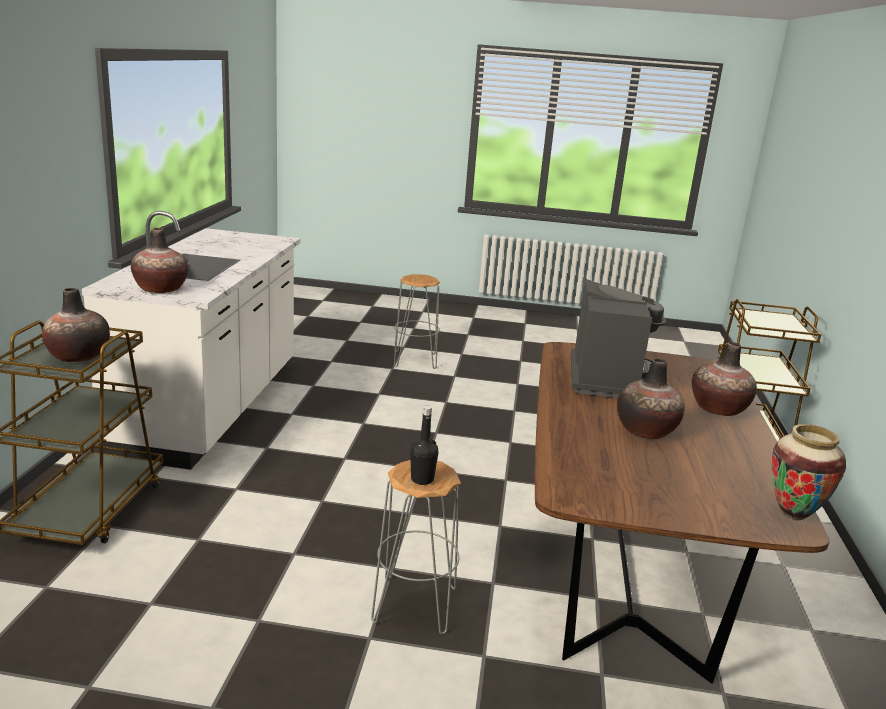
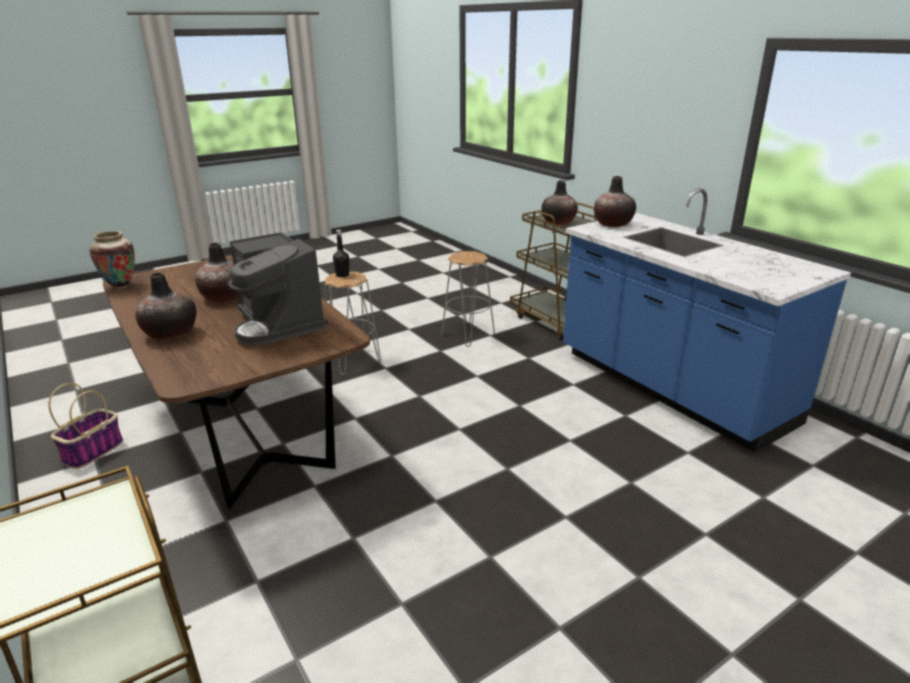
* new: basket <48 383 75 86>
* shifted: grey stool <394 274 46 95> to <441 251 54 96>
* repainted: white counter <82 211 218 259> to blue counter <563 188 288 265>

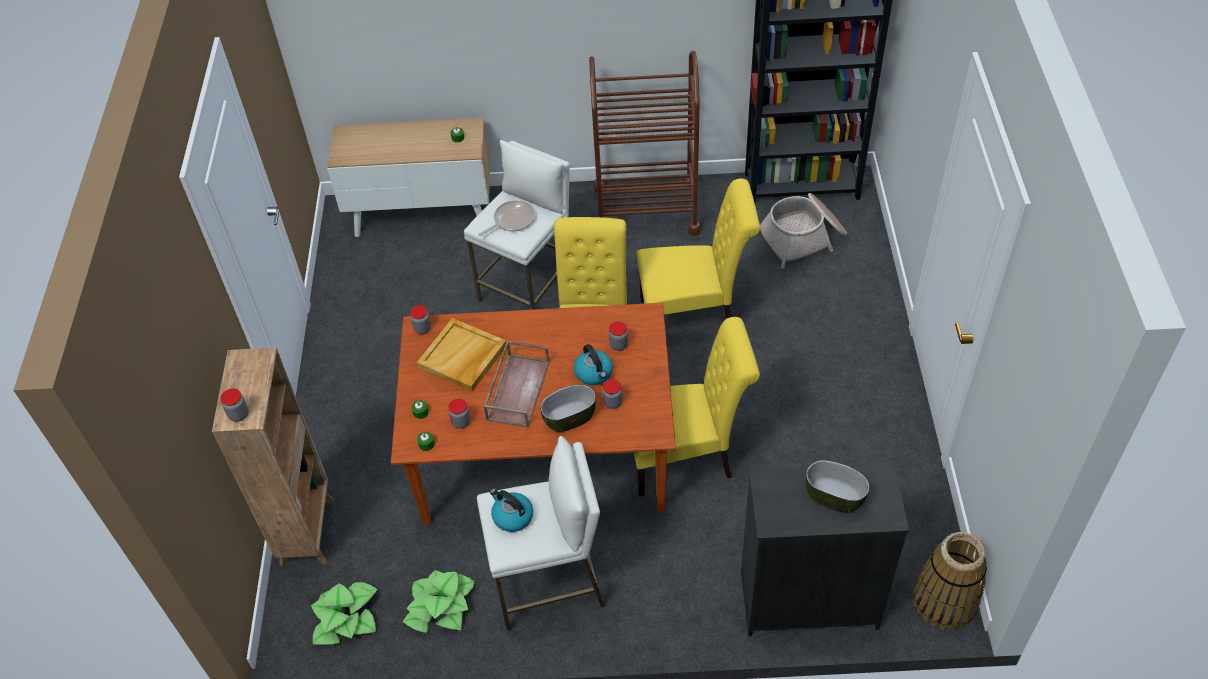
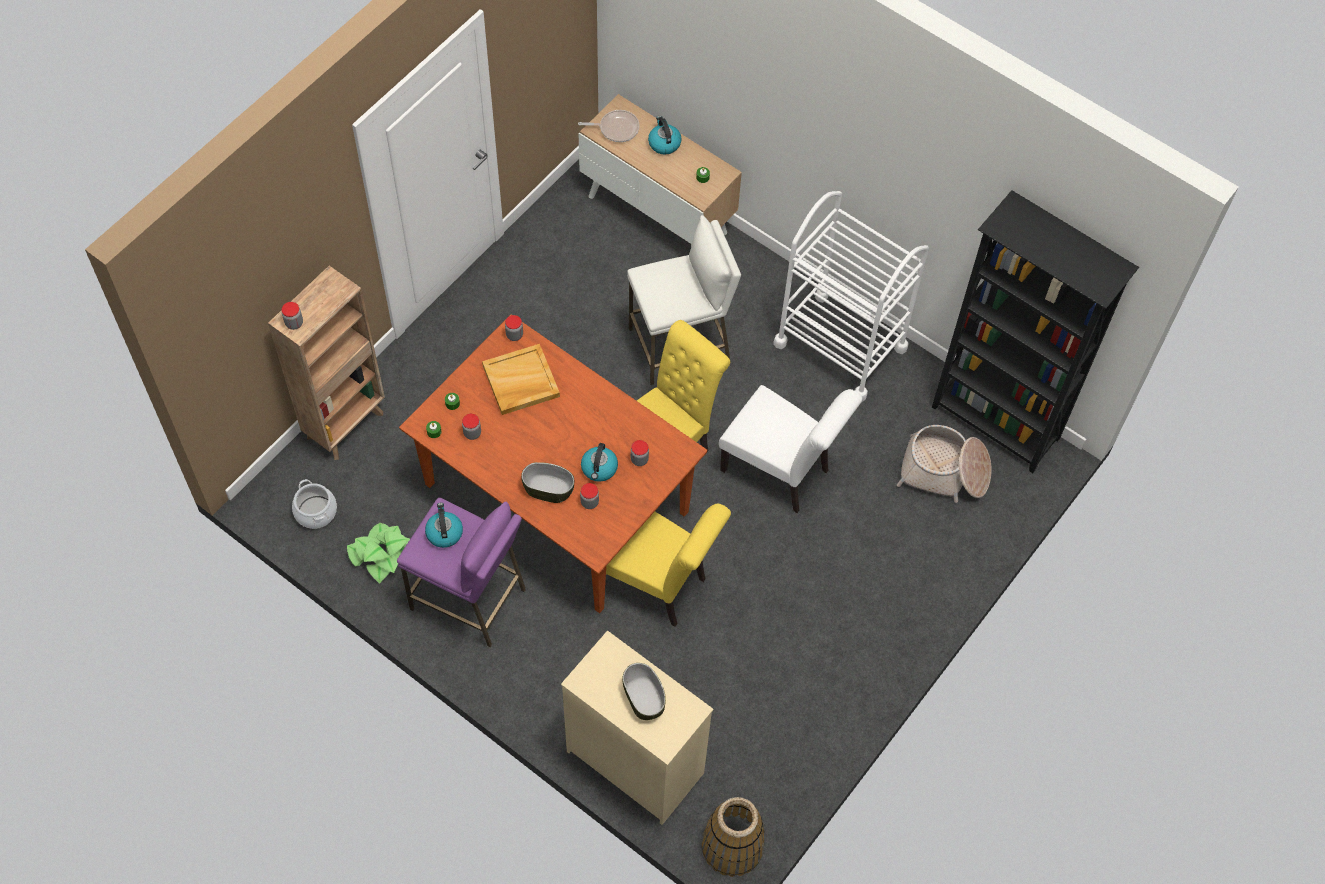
* gone: brown tray <484 341 66 87>
* new: kettle <648 116 34 39>
* shifted: frying pan <478 200 57 36> to <578 110 62 32>
* swapped: potted plant <311 582 67 63> to cooking pot <292 479 45 50>
* repainted: white stool <477 436 128 195> to purple stool <397 498 129 150>
* repainted: brown cart <589 51 112 185> to white cart <773 191 156 211>
* repainted: yellow chair <636 178 124 141> to white chair <719 385 143 128>
* repainted: black dresser <741 461 168 175> to beige dresser <561 631 152 194>

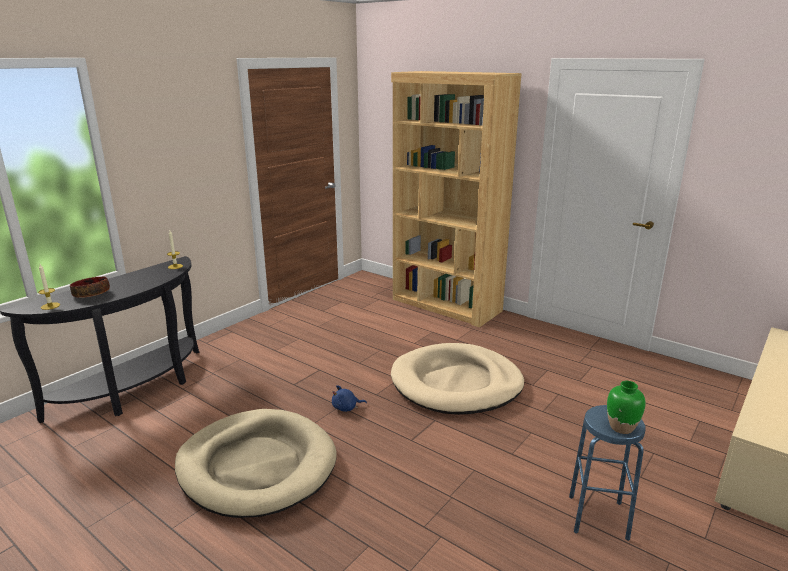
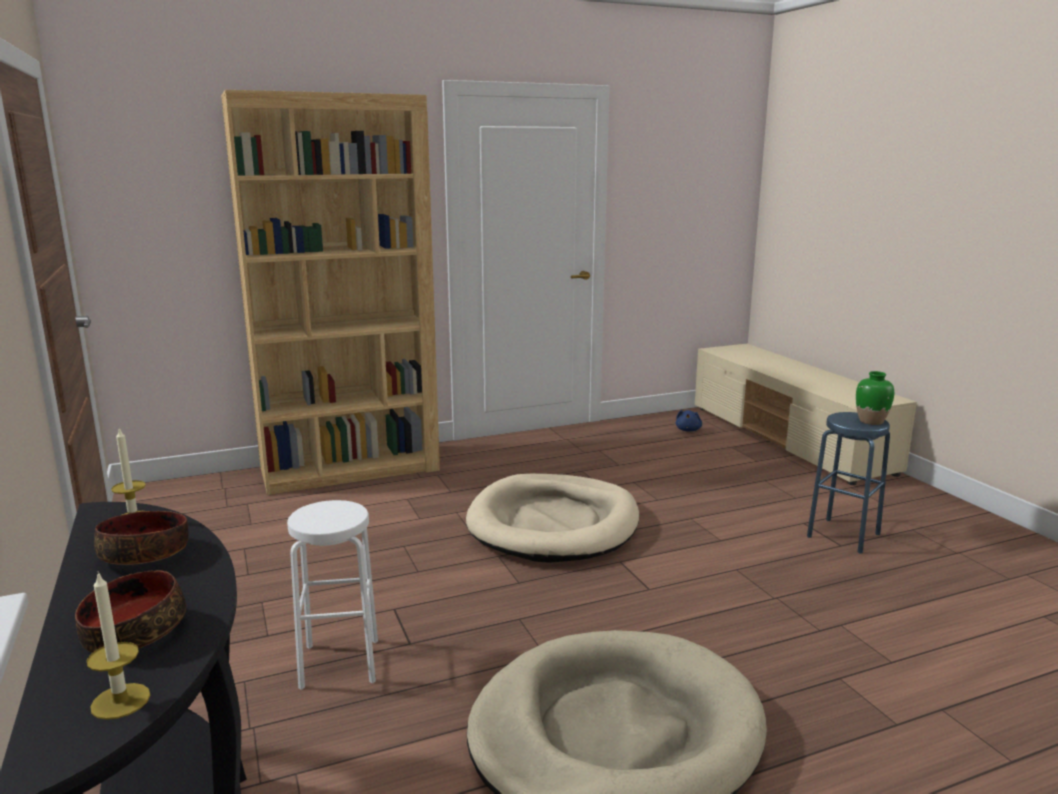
* new: bowl <94 511 94 54>
* new: white stool <287 500 91 190>
* shifted: blue plush toy <332 385 35 27> to <676 410 26 22>

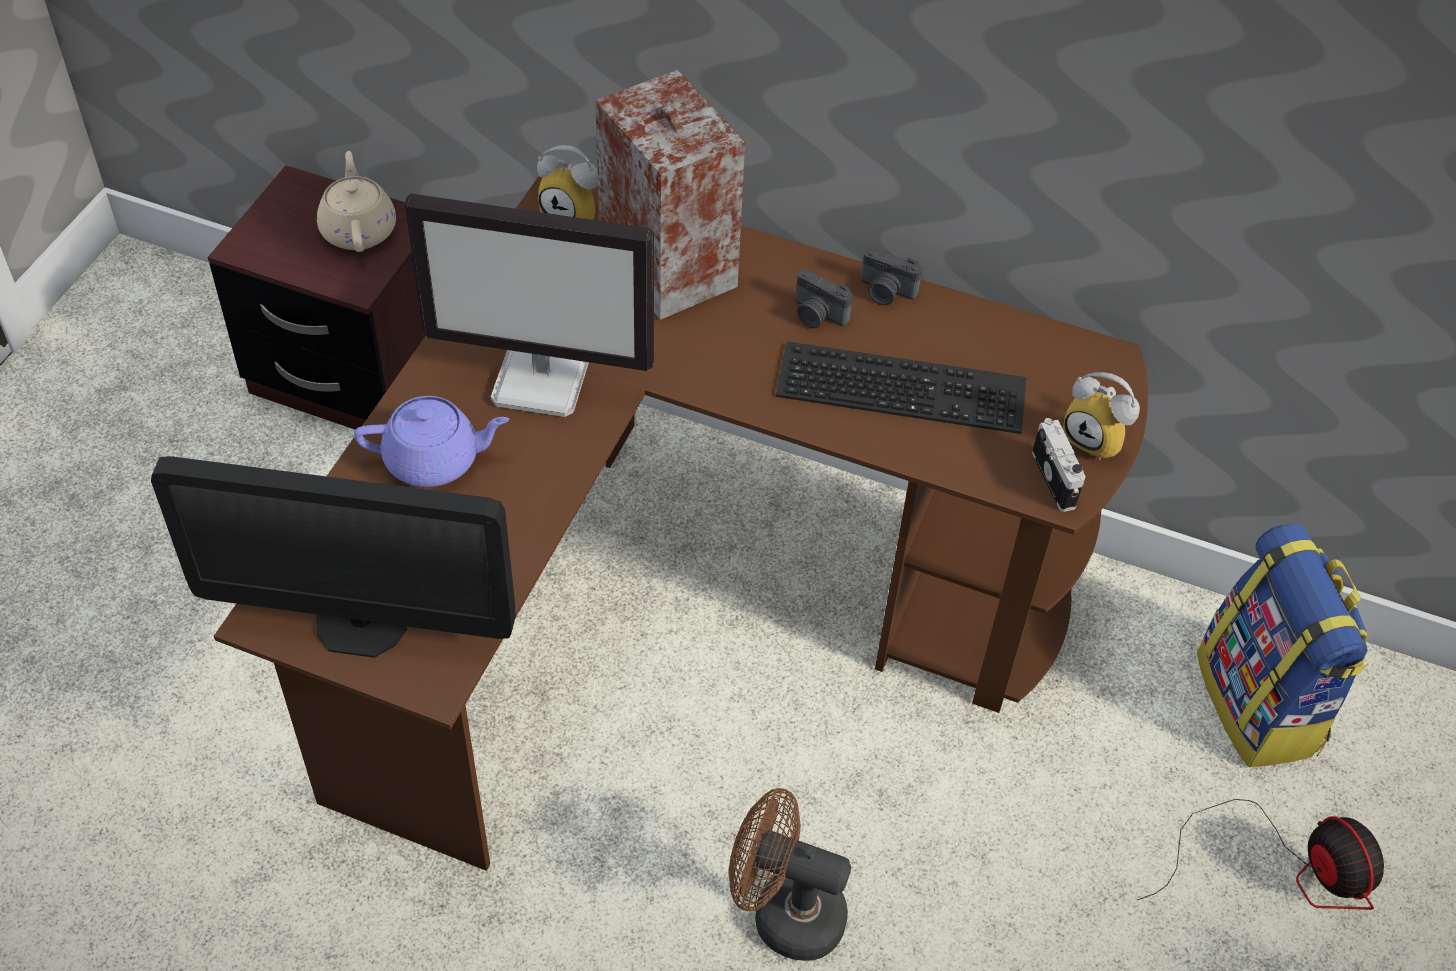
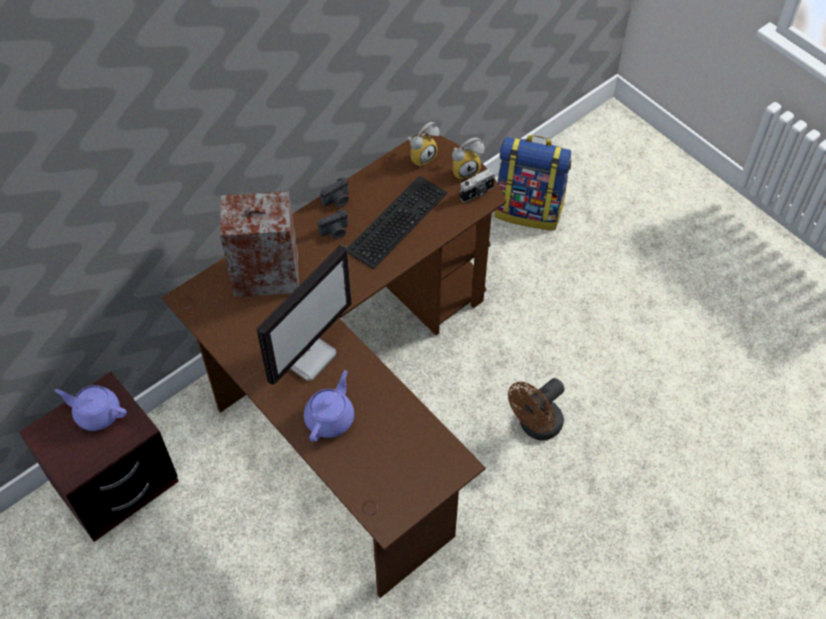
* gone: monitor <151 456 364 202>
* gone: fan <1137 799 247 111>
* shifted: alarm clock <537 145 61 75> to <407 122 32 45>
* repainted: beige teapot <317 151 79 101> to purple teapot <55 385 72 46>
* rotated: photo camera <1032 418 54 94> = <460 168 35 34> 135 degrees clockwise

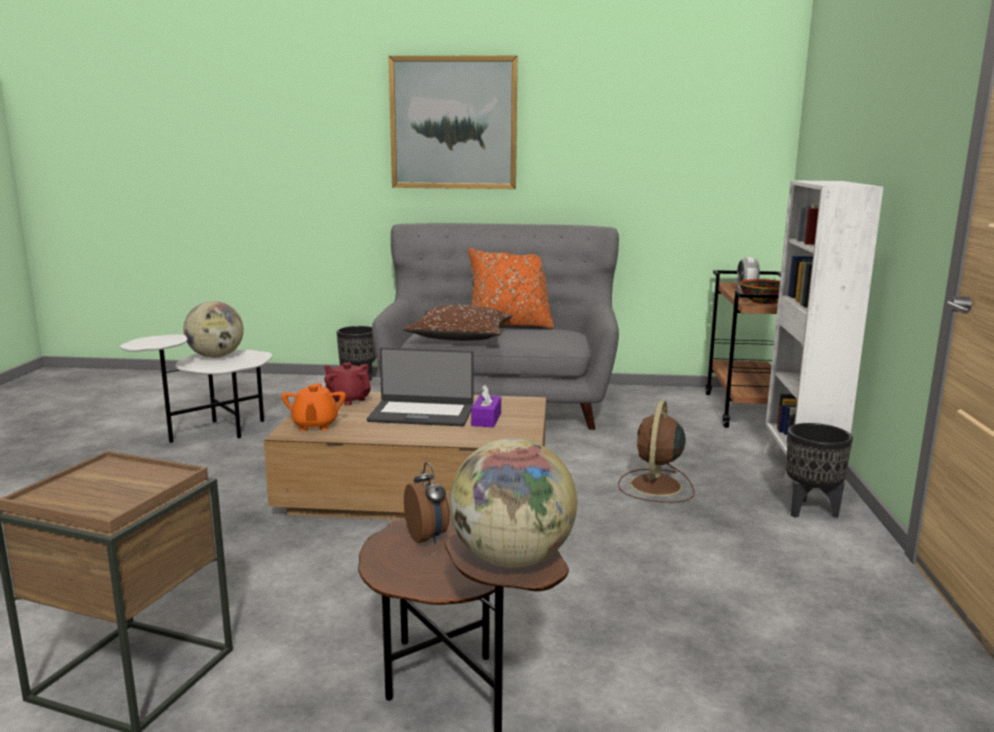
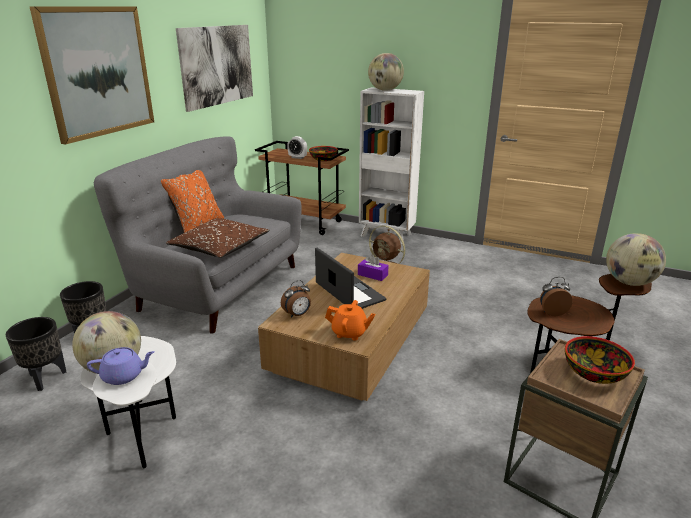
* new: purple teapot <87 347 67 38>
* new: picture <176 25 77 87>
* new: globe <368 53 36 38>
* new: bowl <565 336 70 48>
* shifted: black planter <786 423 67 95> to <6 317 60 74>
* swapped: red teapot <324 362 47 43> to alarm clock <281 280 30 38>
* rotated: laptop <367 347 106 79> = <315 248 71 61> 60 degrees counterclockwise

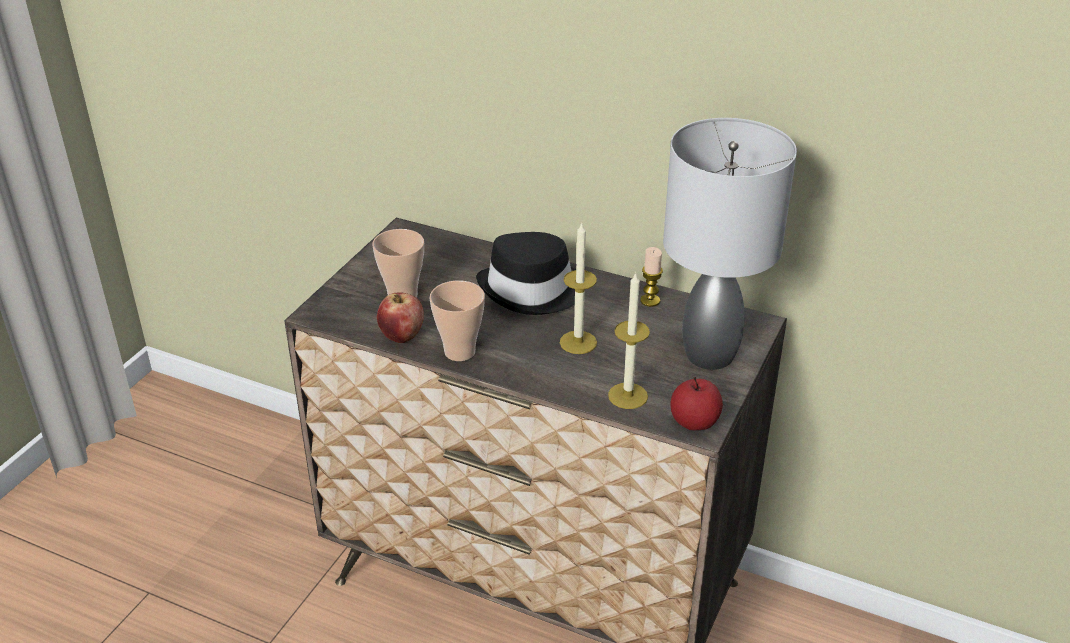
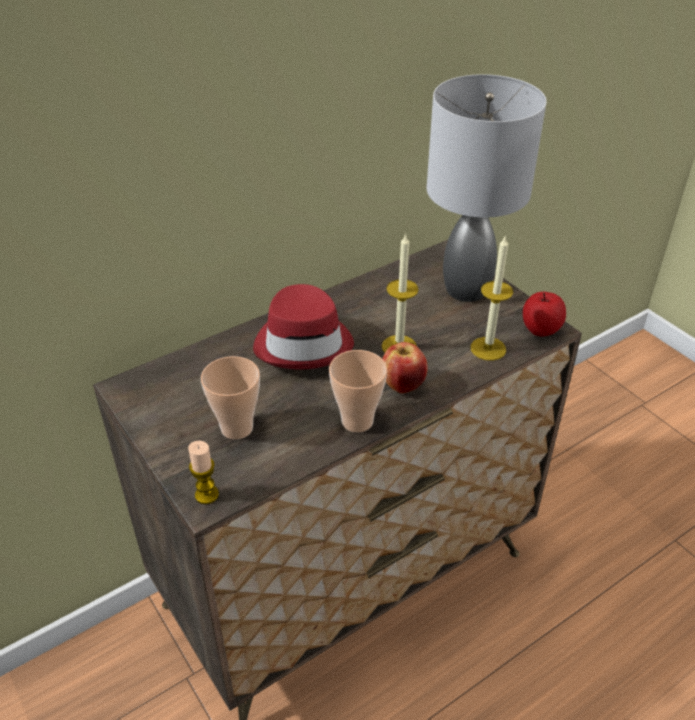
* shifted: apple <377 292 47 51> to <382 342 45 52>
* shifted: candle <640 247 23 60> to <188 441 31 63>
* repainted: black hat <476 232 110 83> to red hat <253 284 101 85>

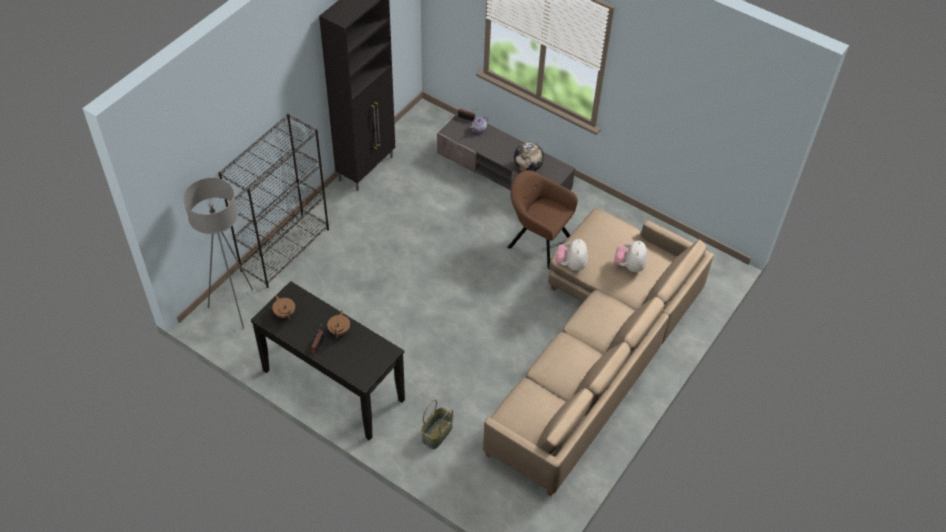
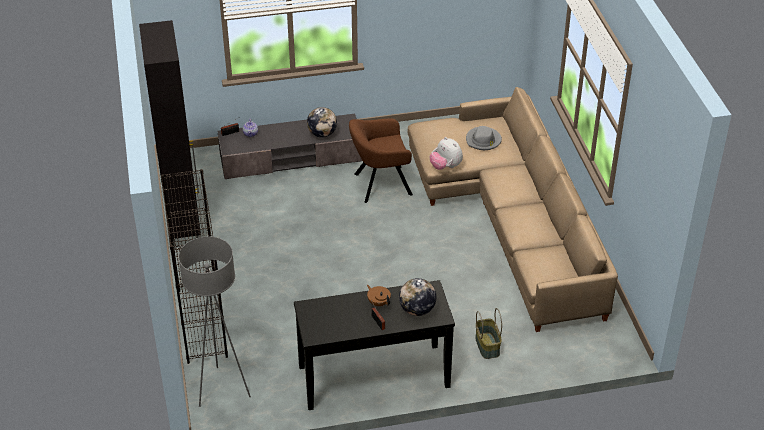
* gone: brown teapot <272 295 23 24>
* new: globe <399 278 37 38>
* swapped: plush toy <614 240 33 32> to grey hat <466 126 36 24>

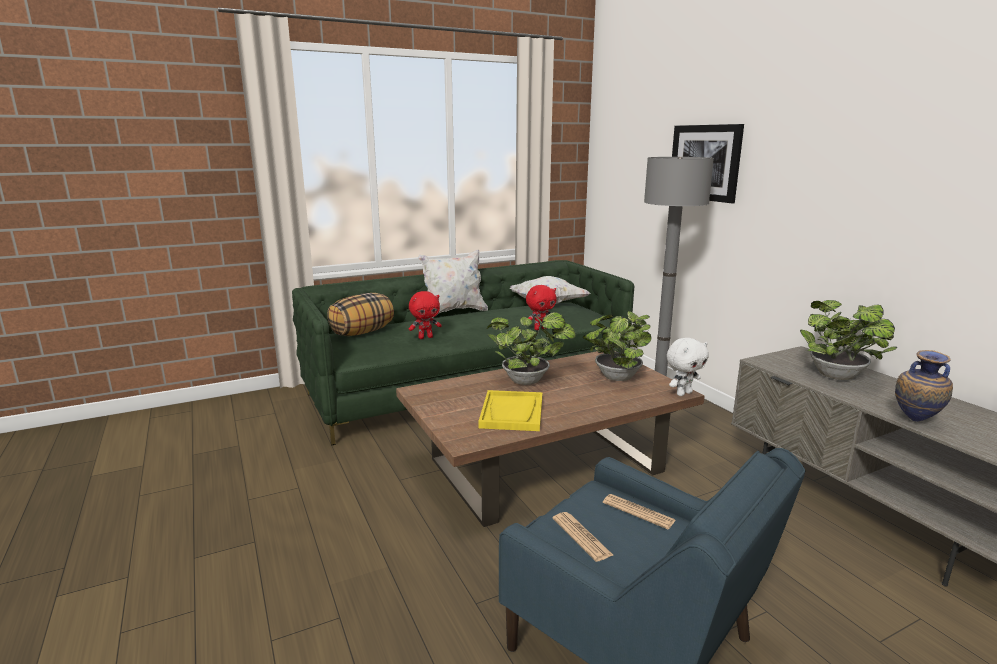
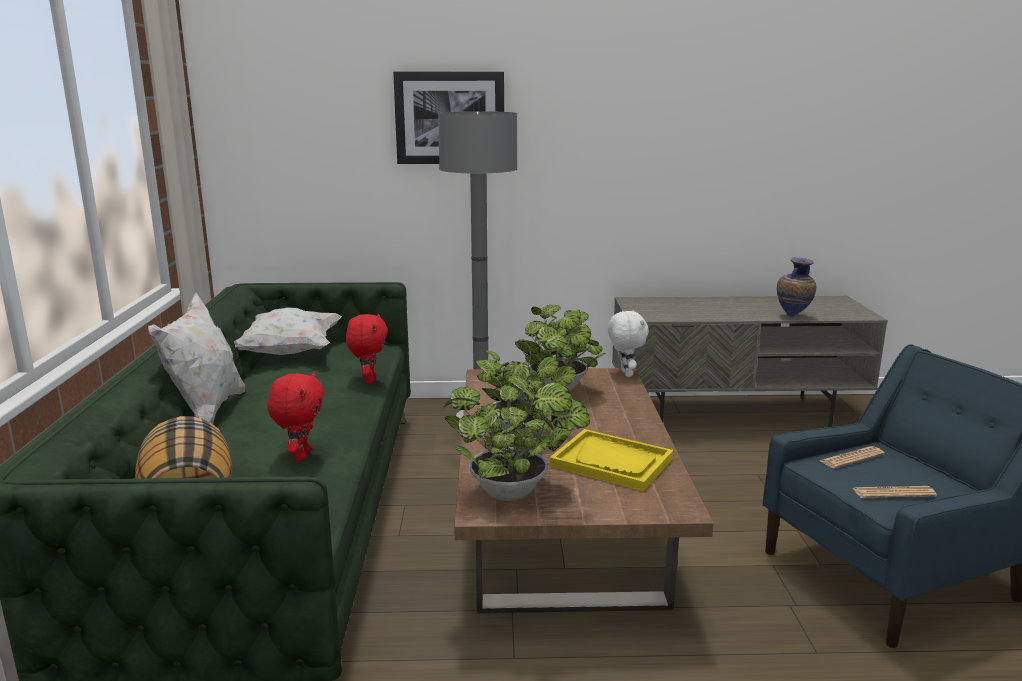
* shifted: potted plant <800 300 97 80> to <443 382 147 119>

